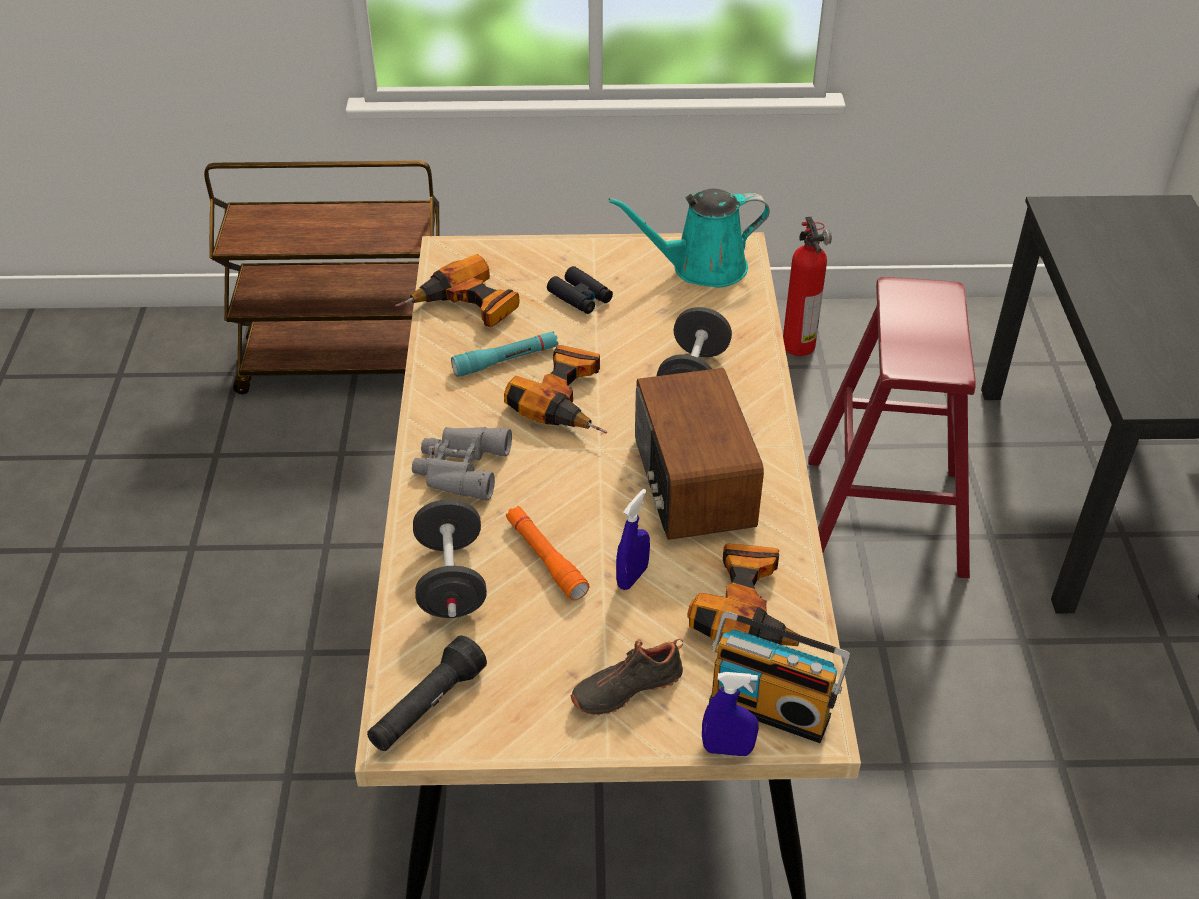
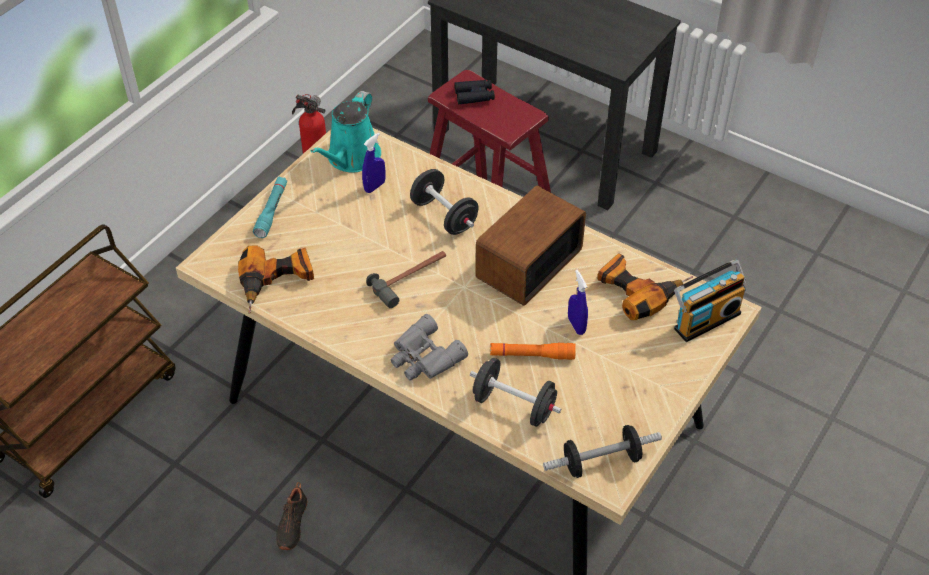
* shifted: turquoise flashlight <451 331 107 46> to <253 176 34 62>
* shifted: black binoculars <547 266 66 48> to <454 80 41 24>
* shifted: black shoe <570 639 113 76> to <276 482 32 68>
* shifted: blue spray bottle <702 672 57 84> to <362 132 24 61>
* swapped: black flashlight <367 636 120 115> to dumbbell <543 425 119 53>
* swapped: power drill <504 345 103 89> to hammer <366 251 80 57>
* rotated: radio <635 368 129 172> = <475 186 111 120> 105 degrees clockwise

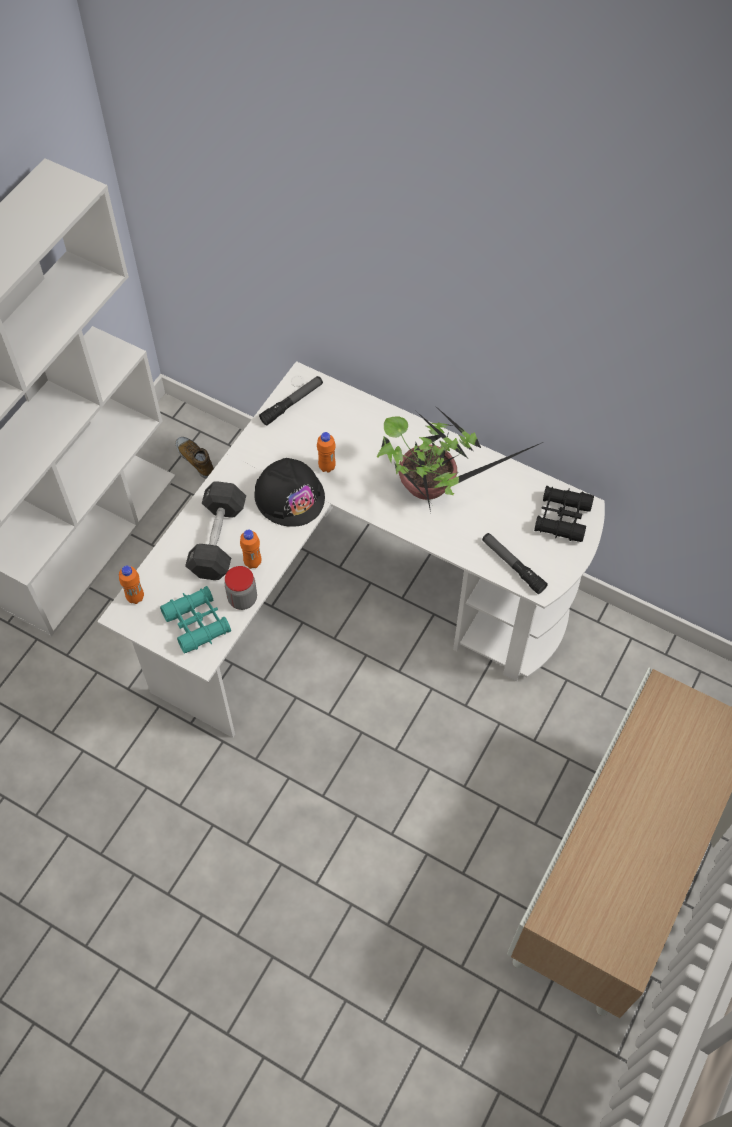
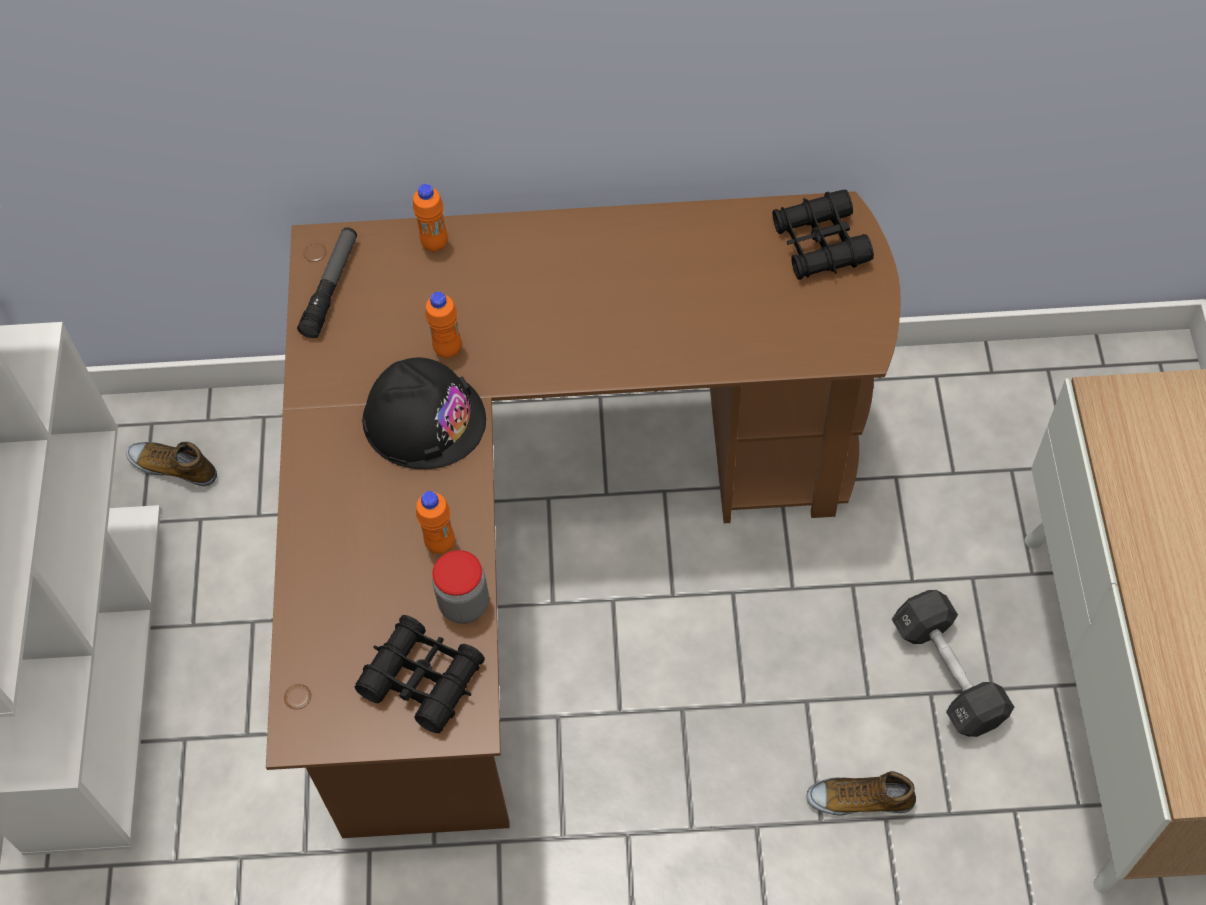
* gone: potted plant <377 410 166 102>
* gone: flashlight <482 533 66 61>
* new: shoe <806 771 110 45>
* shifted: orange bottle <119 565 25 39> to <413 184 35 68>
* shifted: black dumbbell <185 481 61 99> to <892 590 122 147>
* repainted: white desk <97 361 508 377> to brown desk <266 191 635 647>
* repainted: turquoise binoculars <160 586 71 67> to black binoculars <355 615 130 118>

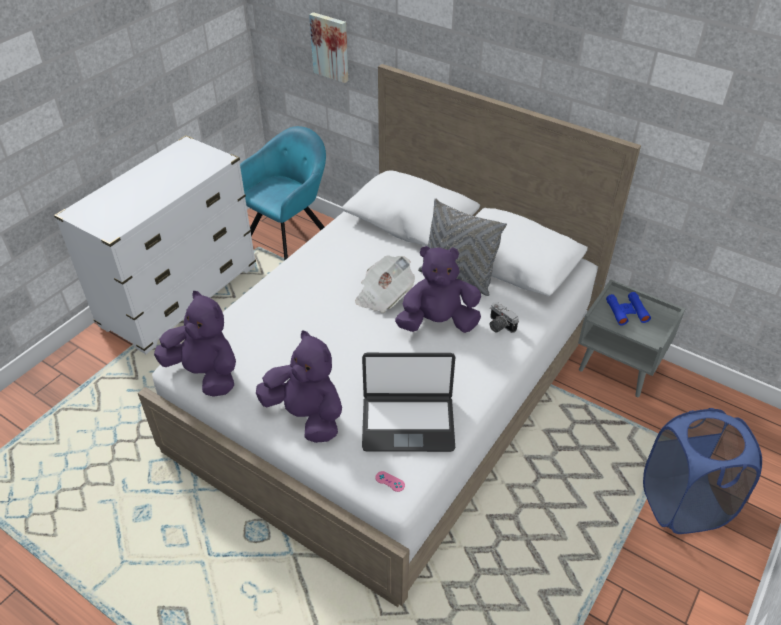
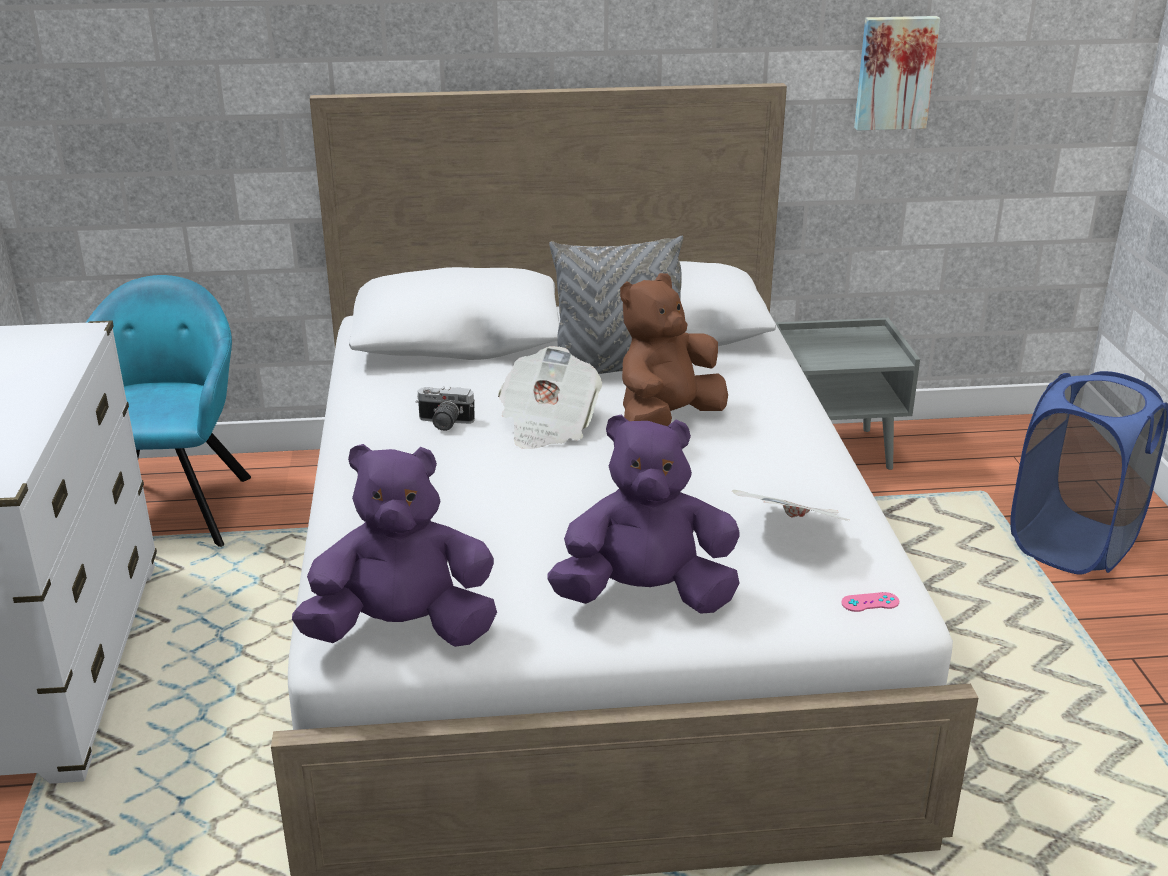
* gone: blue binoculars <606 292 45 34>
* shifted: picture <309 12 39 71> to <854 16 86 115>
* shifted: photo camera <490 302 29 31> to <416 386 59 45>
* swapped: laptop <362 353 93 99> to newspaper <732 490 118 32>
* repainted: purple plush toy <395 246 86 87> to brown plush toy <620 273 108 153>

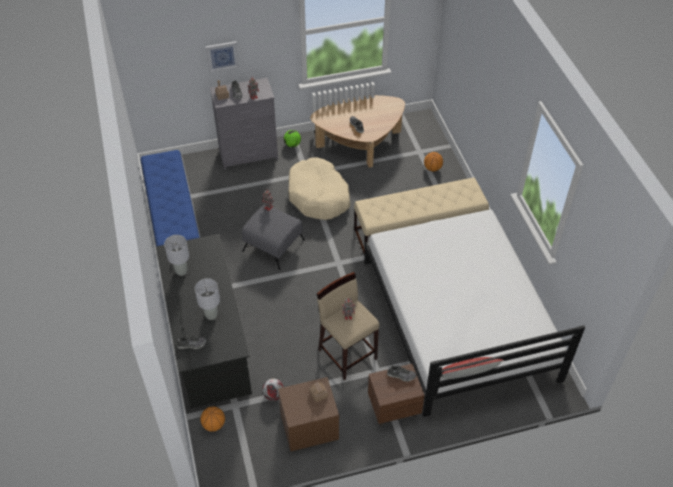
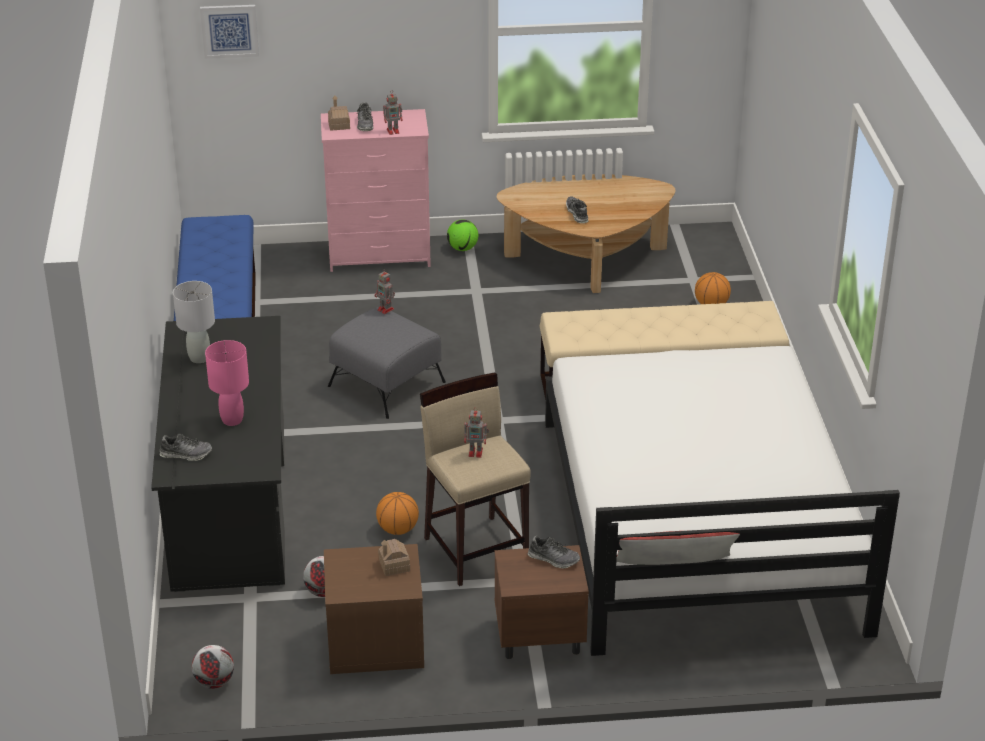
* gone: beige dog bed <288 157 63 63>
* new: football <192 645 42 44>
* shifted: basketball <200 406 25 26> to <376 492 43 43>
* shifted: picture <206 41 33 32> to <200 5 59 54>
* repainted: grey table lamp <195 278 25 42> to pink table lamp <205 340 44 86>
* repainted: grey dresser <210 78 68 92> to pink dresser <321 109 110 163>

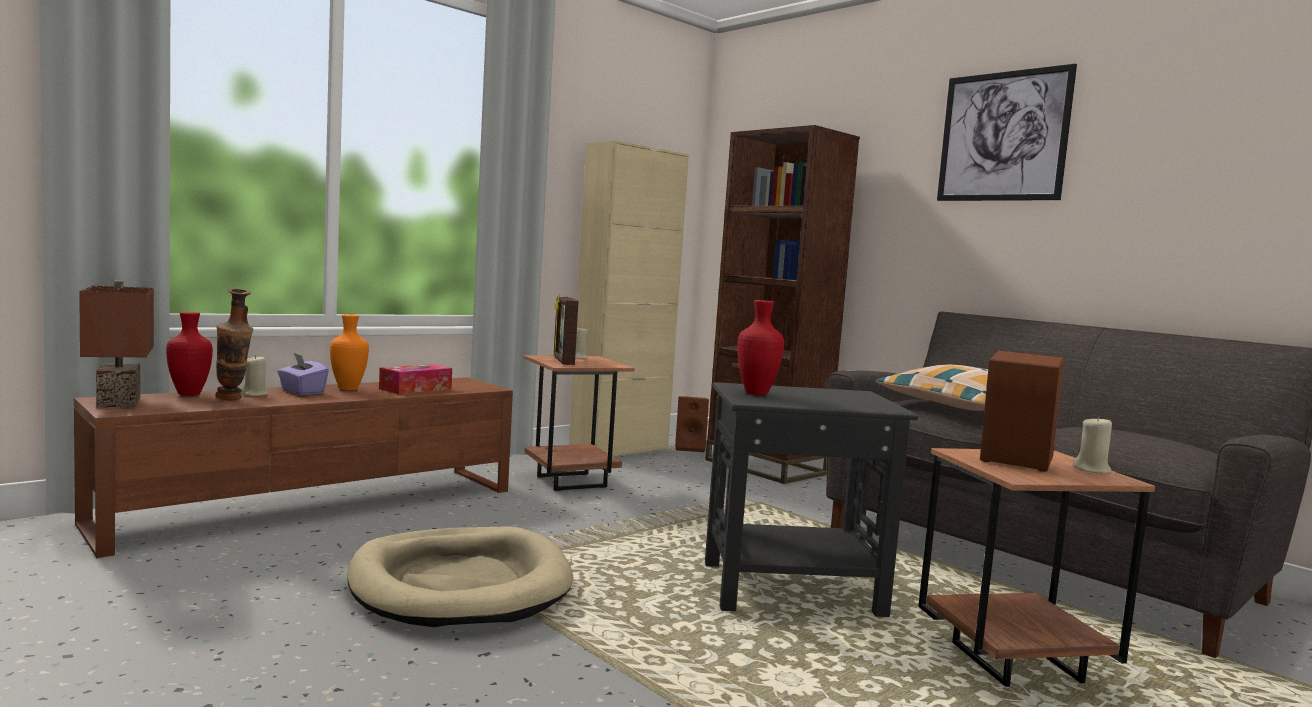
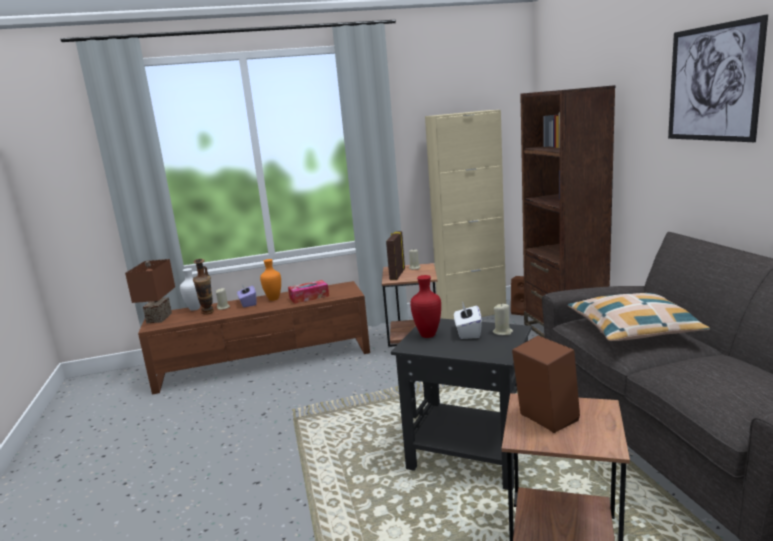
* gone: beige dog bed <347 527 226 100>
* new: white tissue box <454 303 28 36>
* shifted: beige candle <1073 416 39 57> to <493 303 20 32>
* repainted: red vase <166 312 47 84> to white vase <180 268 20 43>

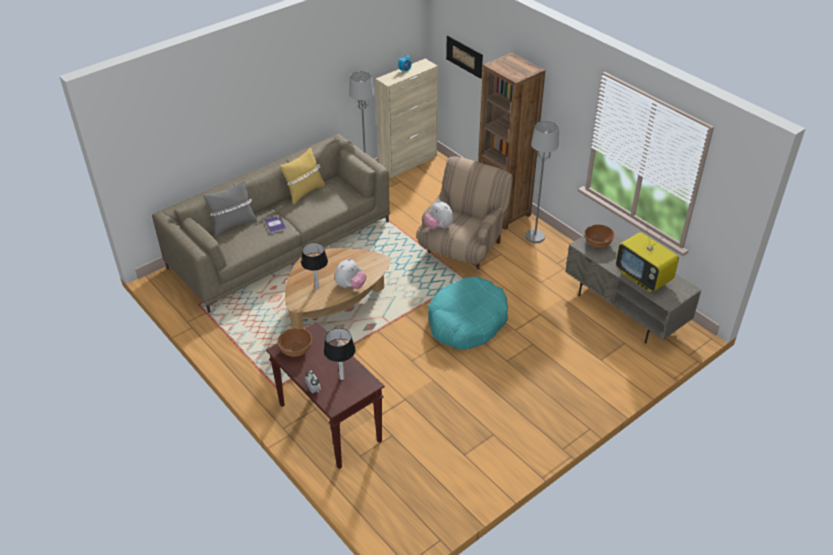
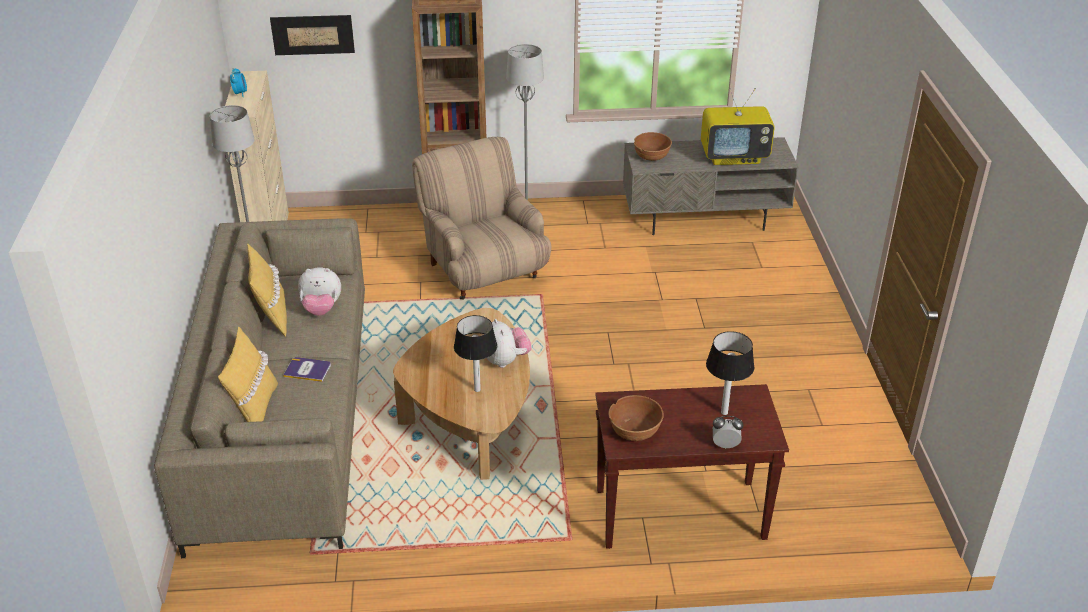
* gone: turquoise dog bed <428 276 80 74>
* shifted: plush toy <424 200 30 30> to <298 267 43 49>
* repainted: grey pillow <203 180 54 57> to yellow pillow <218 327 60 95>

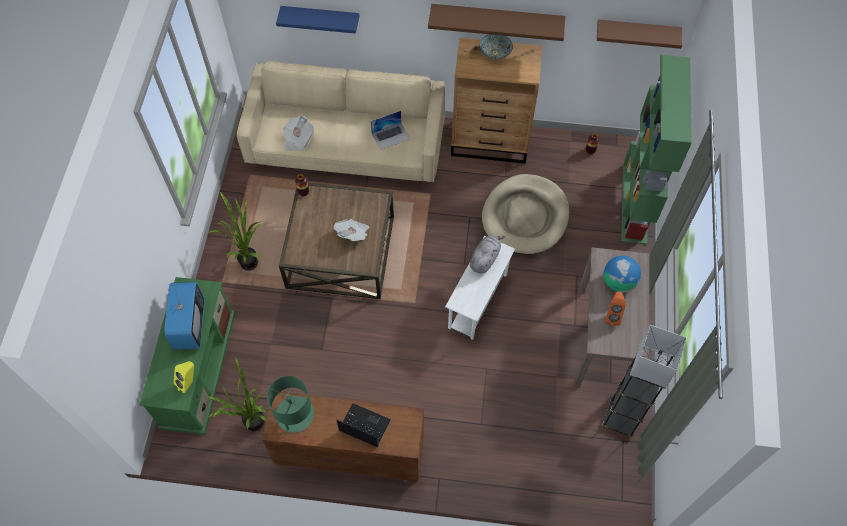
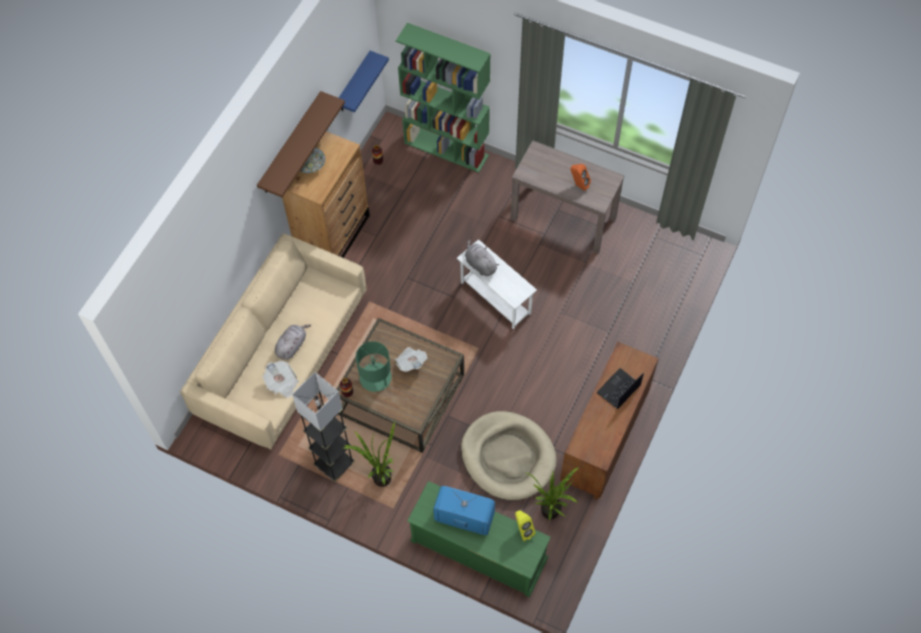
* gone: laptop <371 111 39 39>
* gone: brown shelf <597 20 85 29>
* gone: globe <603 256 38 37>
* new: grey plush toy <275 324 36 36>
* shifted: green table lamp <267 376 47 60> to <356 341 36 51>
* shifted: blue shelf <276 6 83 28> to <339 51 50 61>
* shifted: beige dog bed <482 174 87 80> to <461 411 96 90>
* shifted: grey floor lamp <602 325 85 113> to <292 372 63 110>

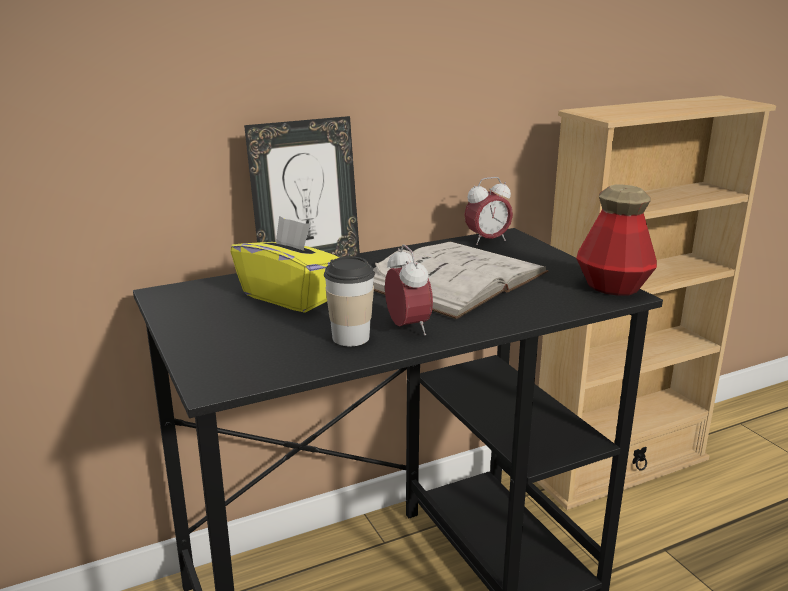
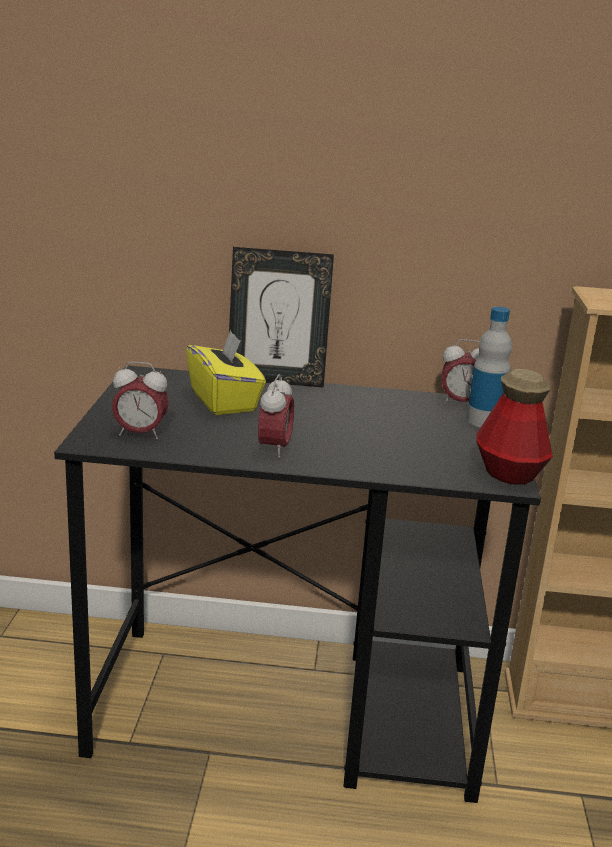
* gone: cup <324 256 51 90>
* gone: white book <373 242 176 77>
* new: alarm clock <112 361 57 79>
* new: bottle <467 307 45 121>

